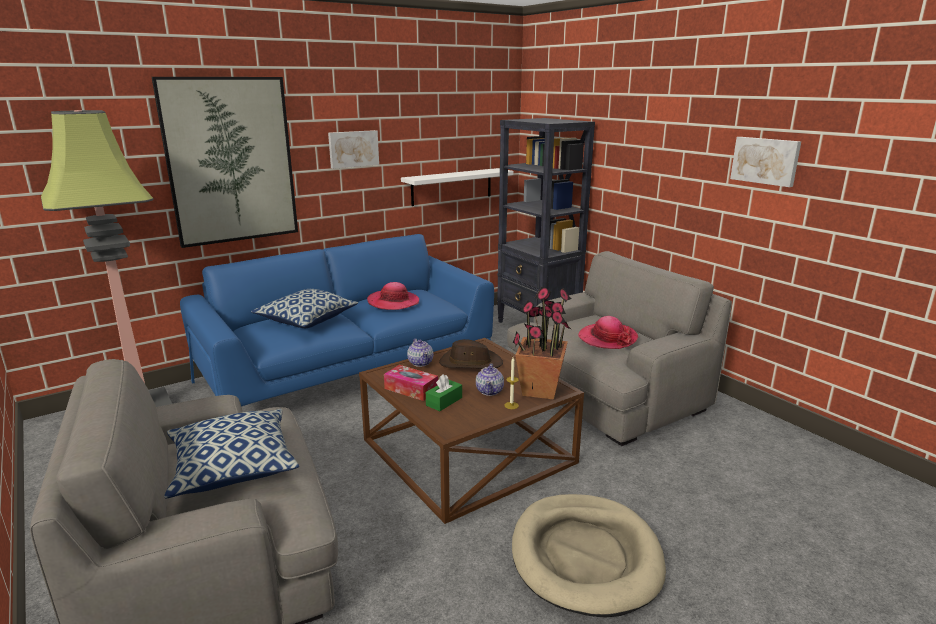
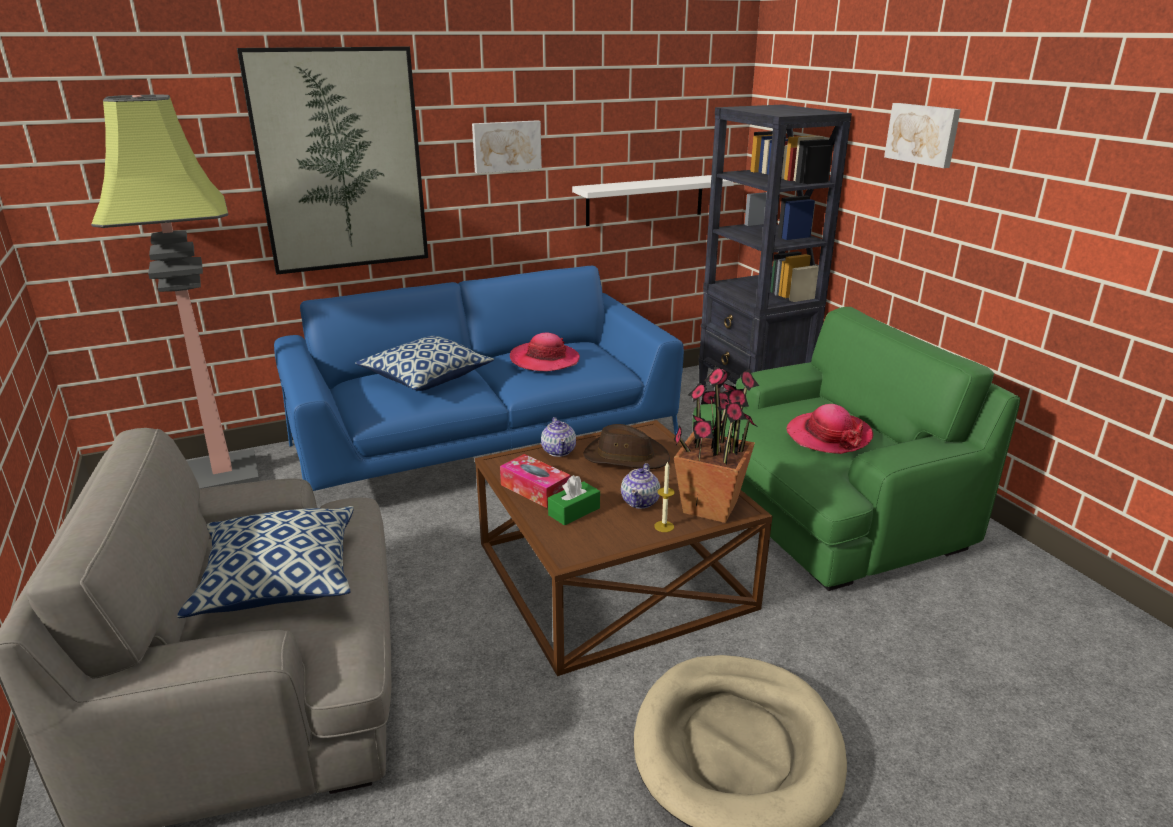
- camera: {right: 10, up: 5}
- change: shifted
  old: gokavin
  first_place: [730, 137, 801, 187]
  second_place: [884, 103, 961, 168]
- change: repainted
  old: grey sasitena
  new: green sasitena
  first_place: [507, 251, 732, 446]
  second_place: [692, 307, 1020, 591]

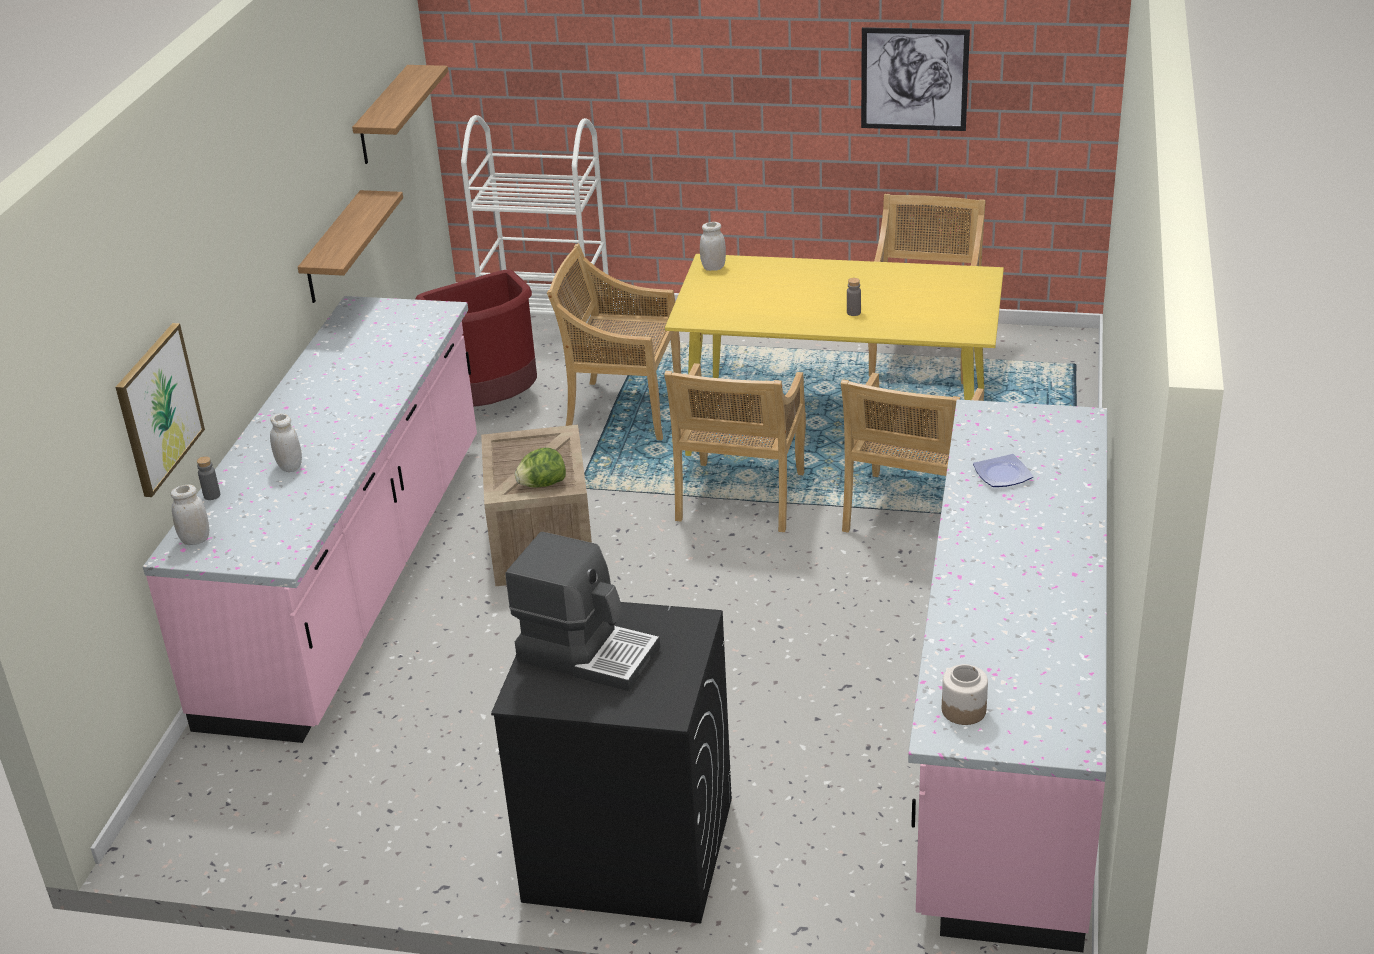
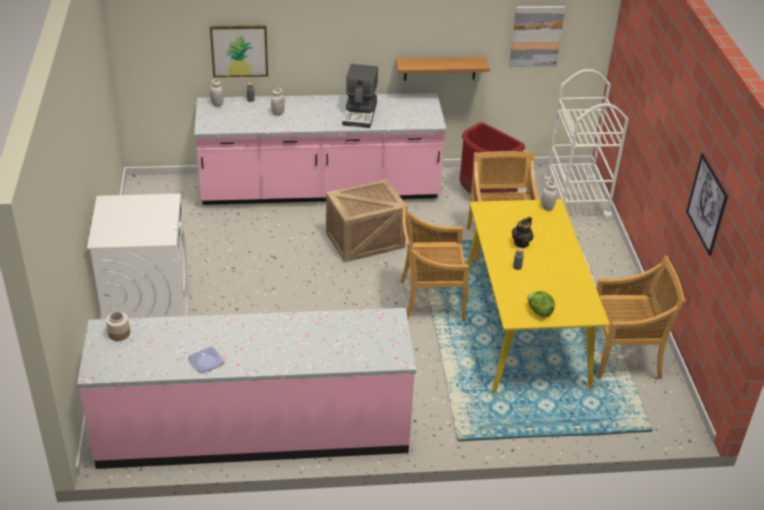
- camera: {right: 70, up: 5}
- change: gone
  old: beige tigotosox
  first_place: [841, 373, 984, 533]
- change: new
  new: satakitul
  second_place: [512, 217, 533, 248]
- change: shifted
  old: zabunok
  first_place: [505, 532, 660, 691]
  second_place: [342, 64, 378, 128]
- change: shifted
  old: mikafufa
  first_place: [515, 448, 566, 488]
  second_place: [527, 291, 555, 318]
- change: shifted
  old: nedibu
  first_place: [973, 454, 1034, 487]
  second_place: [188, 346, 224, 372]
- change: swapped
  old: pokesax
  new: gokavin
  first_place: [352, 65, 448, 164]
  second_place: [509, 6, 565, 67]
- change: repainted
  old: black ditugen
  new: white ditugen
  first_place: [491, 602, 732, 924]
  second_place: [87, 194, 190, 319]

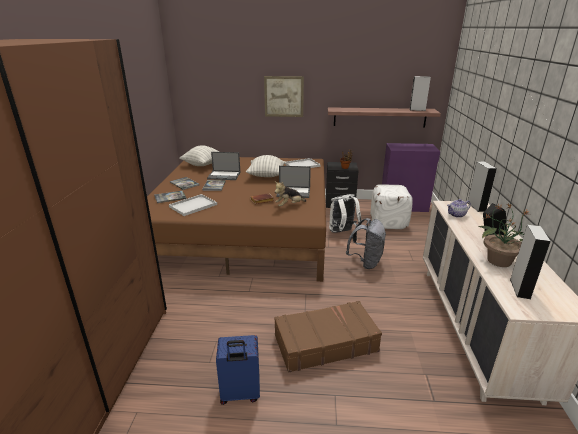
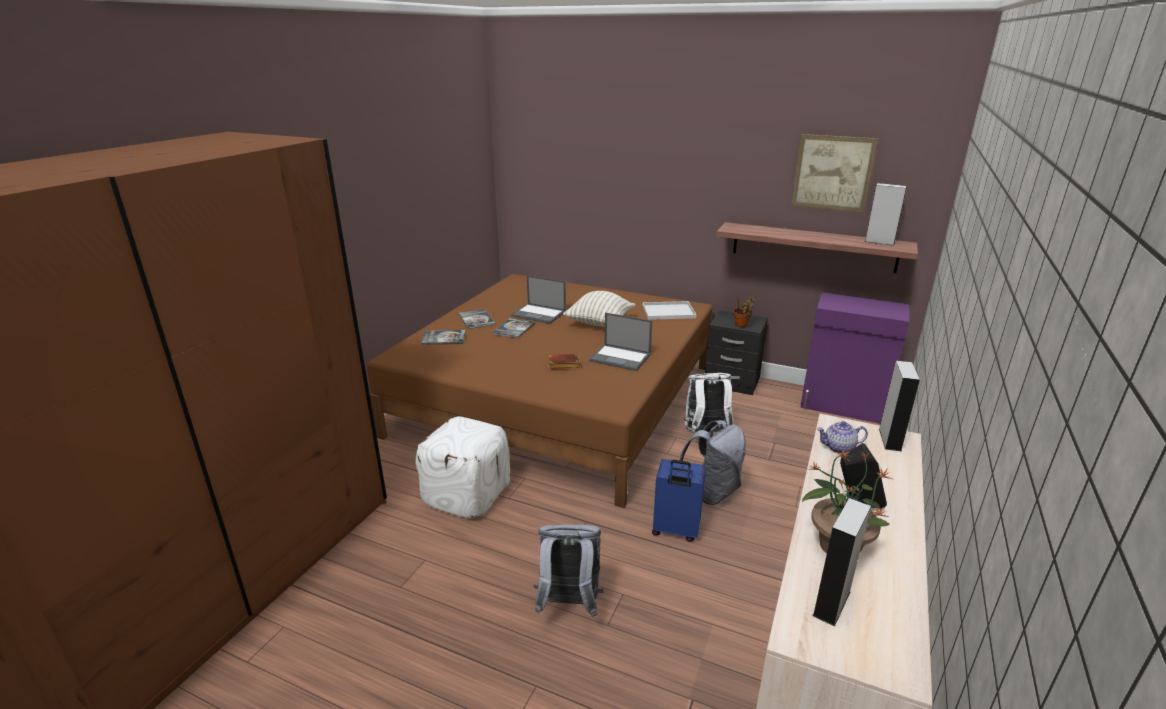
- camera: {right: 20, up: 0}
- change: gone
  old: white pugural
  first_place: [169, 194, 217, 216]
- change: gone
  old: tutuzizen
  first_place: [179, 145, 220, 166]
- change: gone
  old: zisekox
  first_place: [274, 181, 306, 206]
- change: shifted
  old: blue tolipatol
  first_place: [216, 335, 260, 405]
  second_place: [652, 459, 706, 542]
- change: shifted
  old: gokavin
  first_place: [264, 76, 304, 117]
  second_place: [791, 134, 878, 212]
- change: shifted
  old: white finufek
  first_place: [370, 184, 413, 229]
  second_place: [415, 416, 510, 519]
- change: swapped
  old: brown tolipatol
  new: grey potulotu
  first_place: [275, 301, 382, 373]
  second_place: [533, 524, 603, 617]

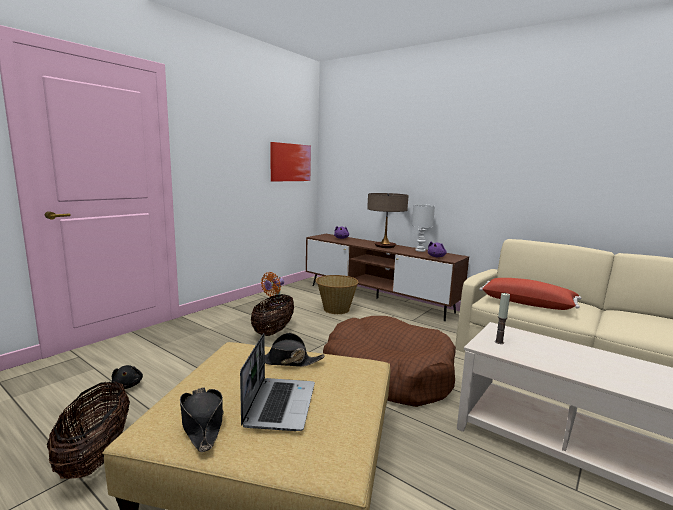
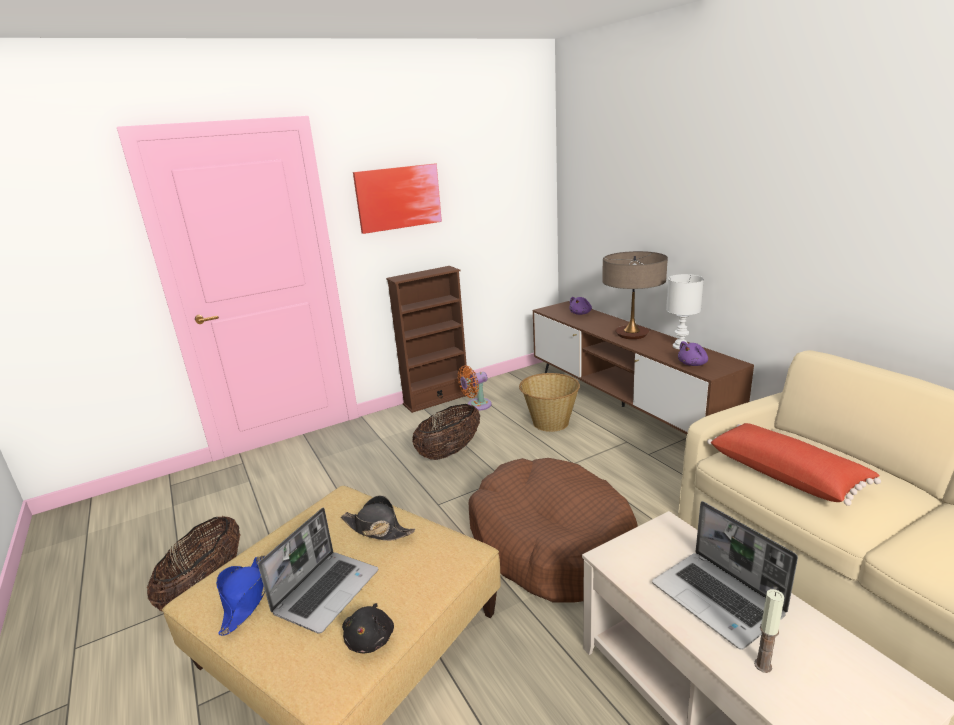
- camera: {right: 25, up: 10}
- change: new
  new: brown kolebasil
  second_place: [386, 266, 471, 413]
- change: new
  new: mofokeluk
  second_place: [652, 501, 798, 650]
- change: shifted
  old: black zisekox
  first_place: [112, 365, 143, 389]
  second_place: [342, 603, 394, 653]
- change: shifted
  old: gokavin
  first_place: [271, 142, 311, 181]
  second_place: [353, 164, 442, 234]
- change: shifted
  old: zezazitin
  first_place: [495, 293, 510, 344]
  second_place: [754, 589, 784, 673]
- change: repainted
  old: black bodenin
  new: blue bodenin
  first_place: [180, 388, 224, 452]
  second_place: [216, 555, 265, 636]

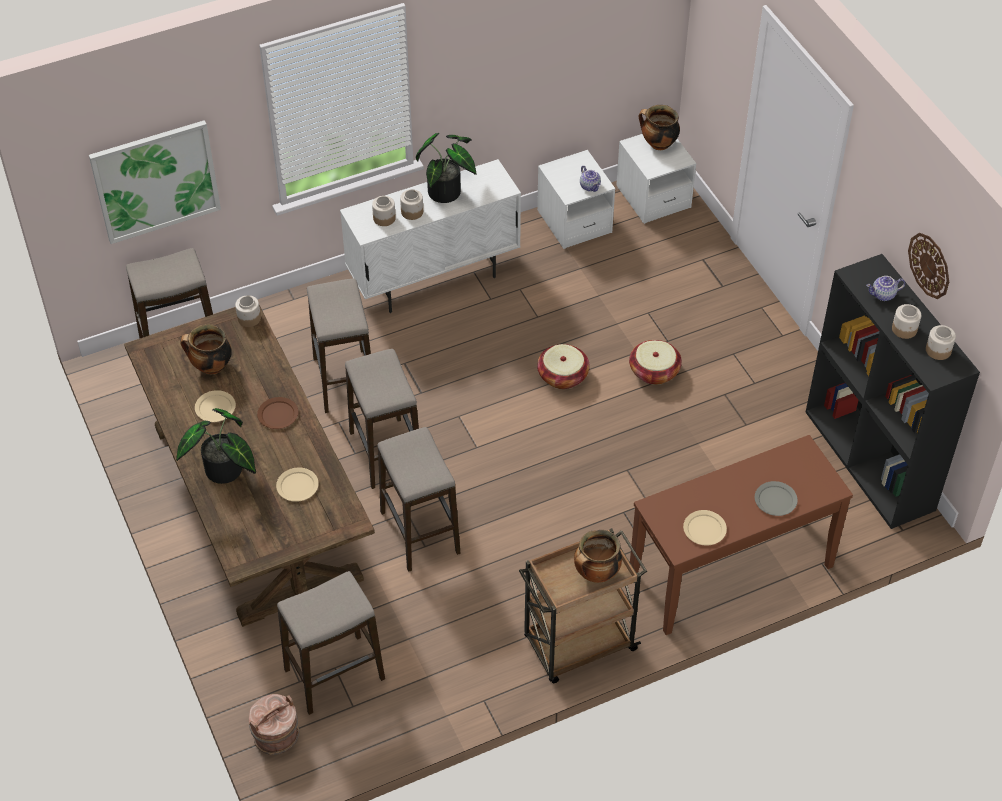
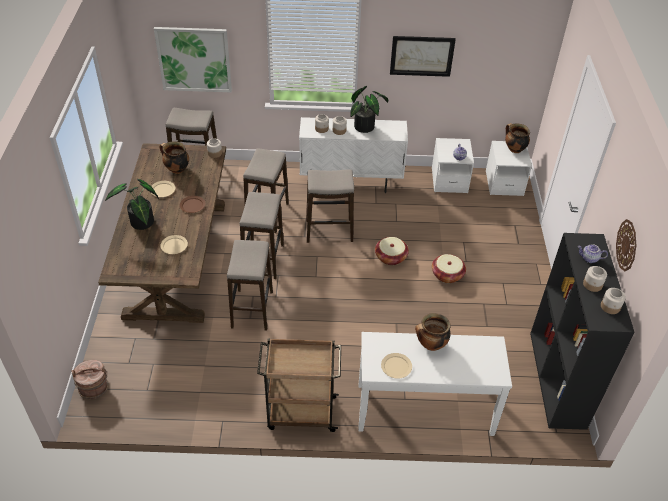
- camera: {right: 25, up: -5}
- change: gone
  old: grey nedibu
  first_place: [755, 481, 798, 516]
- change: new
  new: gokavin
  second_place: [390, 36, 456, 77]
- change: shifted
  old: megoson
  first_place: [277, 571, 385, 715]
  second_place: [306, 169, 354, 243]
- change: shifted
  old: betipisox
  first_place: [574, 530, 622, 583]
  second_place: [415, 313, 451, 351]
- change: repainted
  old: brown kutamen
  new: white kutamen
  first_place: [630, 435, 853, 635]
  second_place: [358, 332, 512, 436]

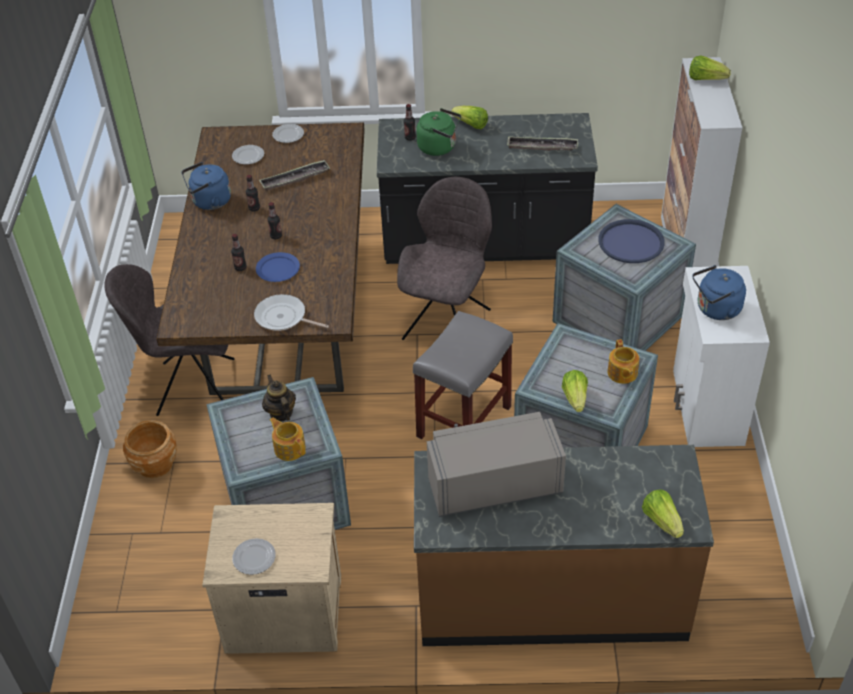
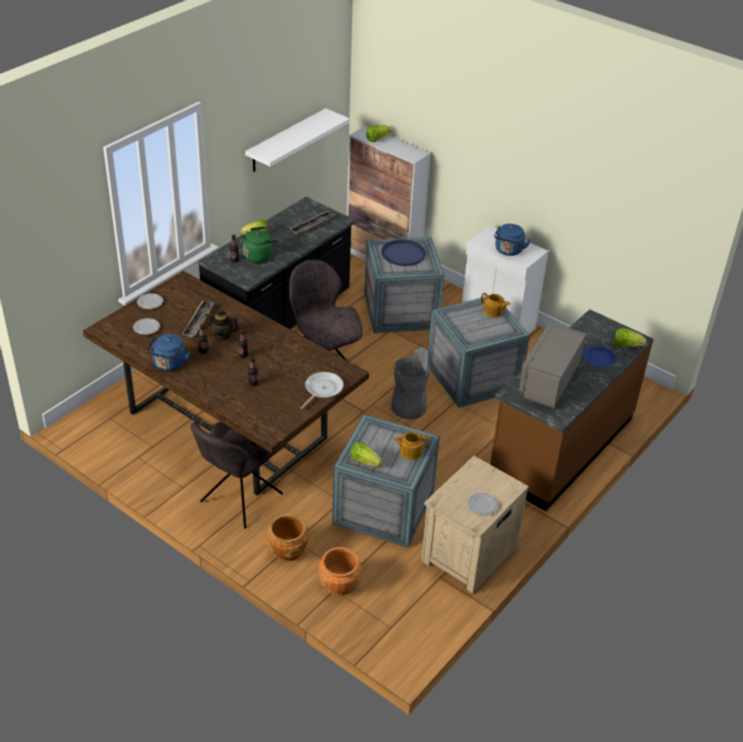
- camera: {right: -55, up: -5}
- change: new
  new: white pokesax
  second_place: [245, 108, 350, 172]
- change: new
  new: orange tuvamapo
  second_place: [319, 547, 362, 595]
- change: shifted
  old: blue nedibu
  first_place: [256, 252, 300, 282]
  second_place: [583, 346, 616, 367]
- change: shifted
  old: satakitul
  first_place: [262, 374, 296, 422]
  second_place: [205, 309, 239, 340]
- change: shifted
  old: mikafufa
  first_place: [562, 370, 588, 412]
  second_place: [350, 442, 383, 467]
- change: swapped
  old: grey megoson
  new: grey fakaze
  first_place: [413, 311, 513, 439]
  second_place: [391, 347, 430, 419]
- change: rotated
  old: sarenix
  first_place: [254, 294, 329, 331]
  second_place: [300, 372, 344, 409]
  degrees: 150

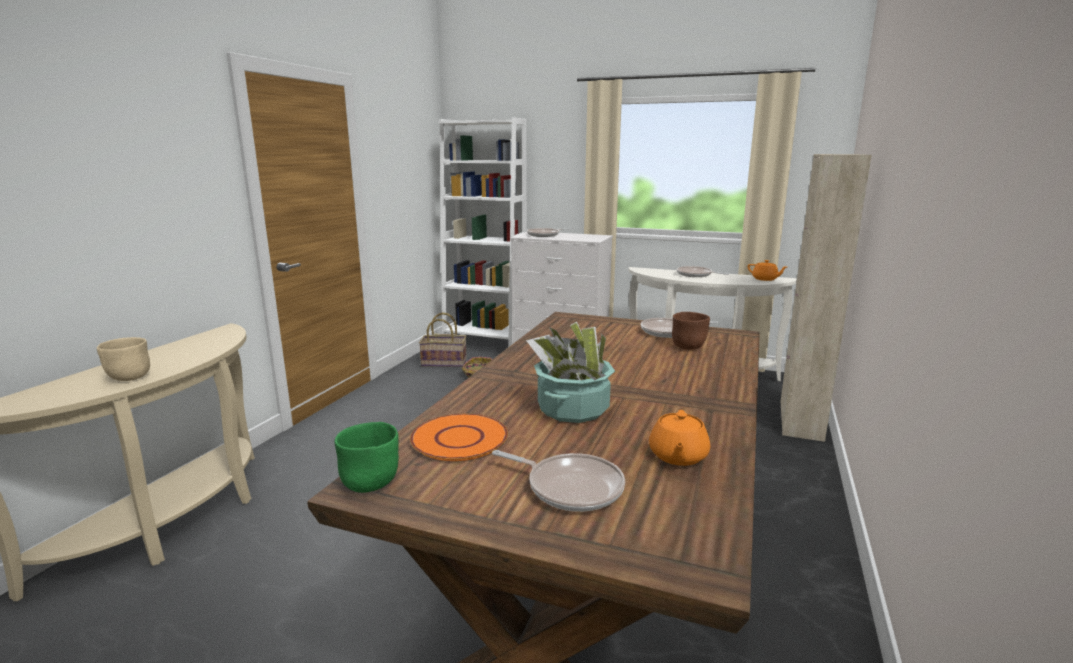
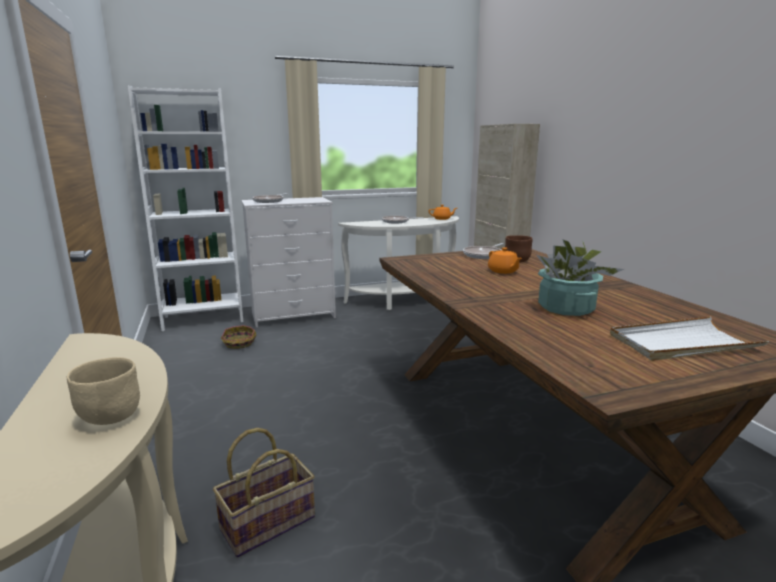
- camera: {right: -40, up: 0}
- change: gone
  old: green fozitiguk
  first_place: [335, 422, 399, 493]
- change: gone
  old: orange nedibu
  first_place: [410, 414, 508, 461]
- change: shifted
  old: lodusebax
  first_place: [419, 313, 467, 367]
  second_place: [213, 428, 315, 558]
- change: shifted
  old: orange satakitul
  first_place: [649, 410, 710, 466]
  second_place: [488, 247, 522, 274]
- change: swapped
  old: sarenix
  new: white pugural
  first_place: [492, 450, 625, 512]
  second_place: [610, 317, 769, 361]

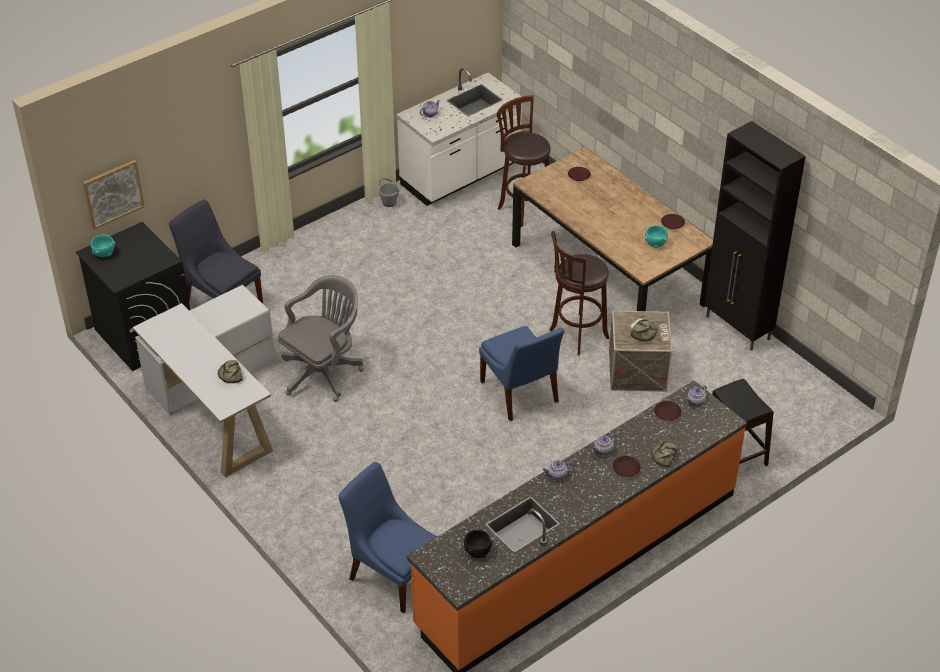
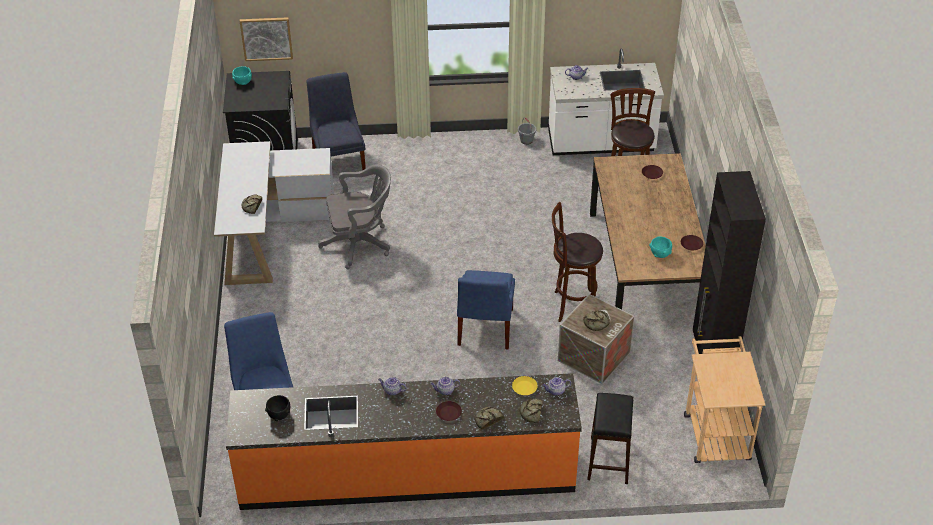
- camera: {right: 35, up: 0}
- change: new
  new: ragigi
  second_place: [520, 398, 543, 423]
- change: new
  new: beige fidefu
  second_place: [684, 336, 765, 463]
- change: repainted
  old: brown nedibu
  new: yellow nedibu
  first_place: [654, 401, 681, 421]
  second_place: [512, 376, 538, 395]

